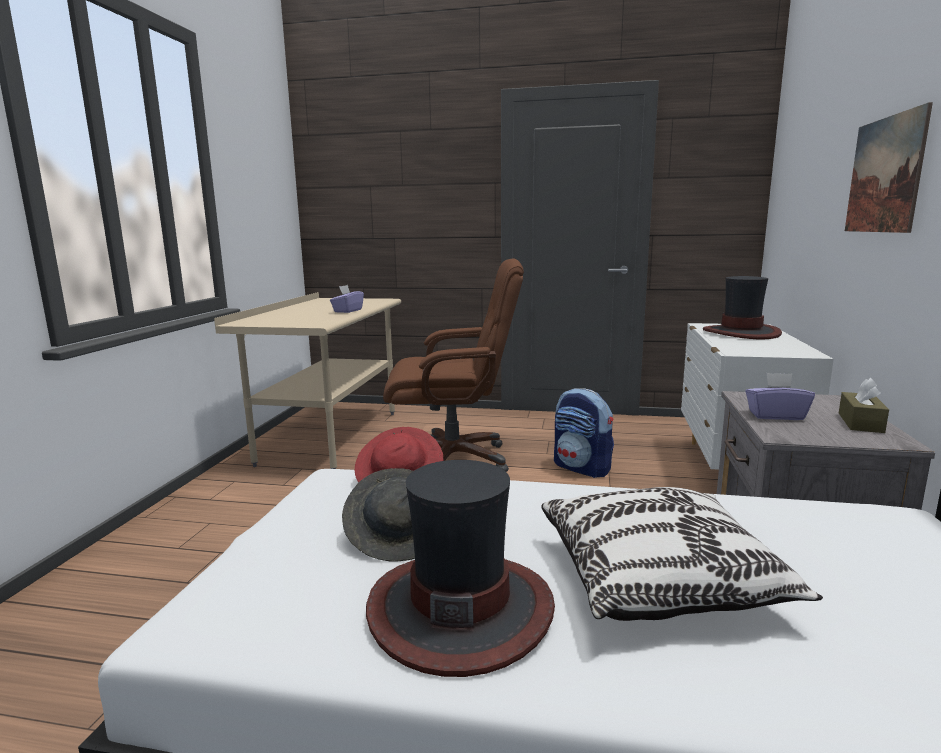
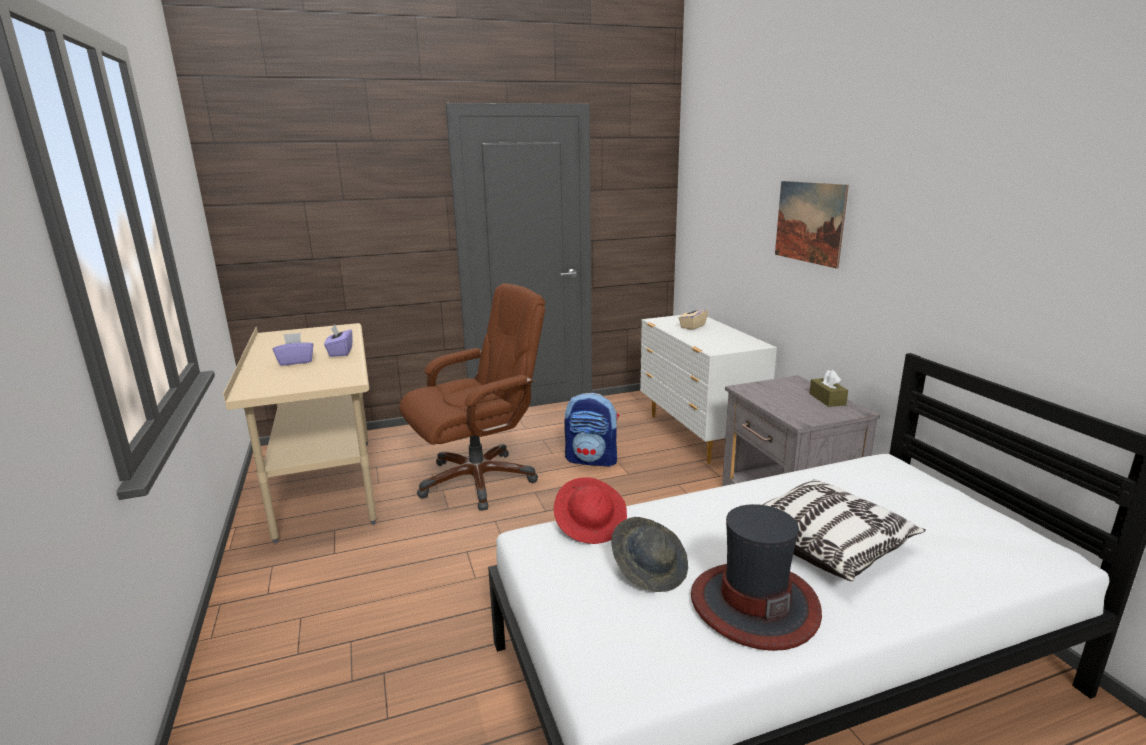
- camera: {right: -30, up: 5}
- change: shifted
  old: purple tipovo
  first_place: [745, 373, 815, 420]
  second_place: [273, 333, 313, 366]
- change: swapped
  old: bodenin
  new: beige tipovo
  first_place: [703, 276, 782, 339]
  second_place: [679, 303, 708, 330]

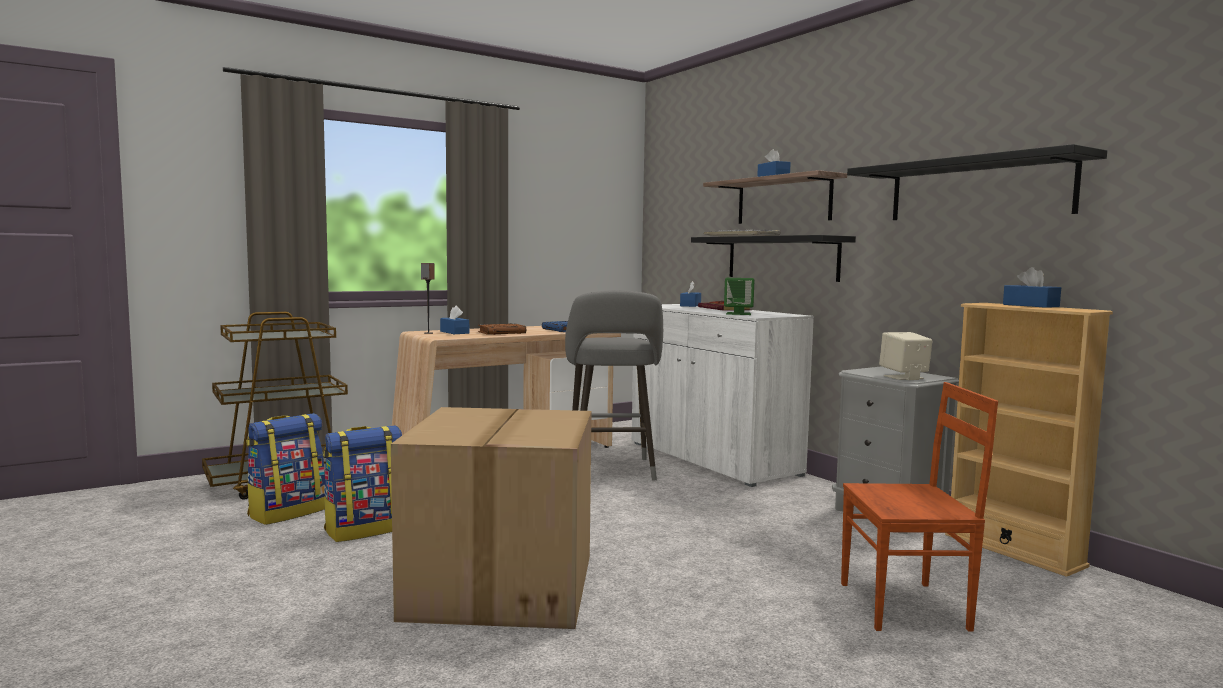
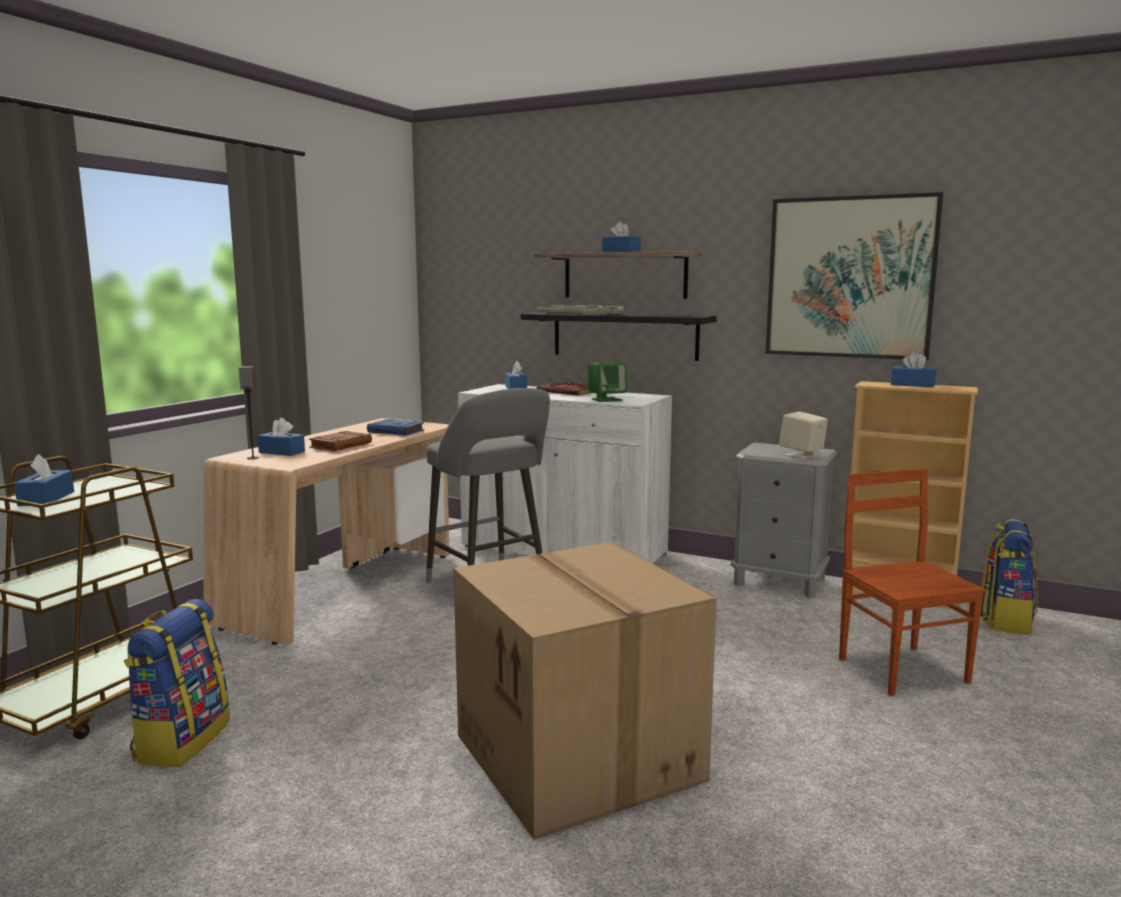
- camera: {right: -30, up: 5}
- change: new
  new: blue tipovo
  second_place: [14, 454, 74, 506]
- change: shifted
  old: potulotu
  first_place: [323, 425, 402, 542]
  second_place: [980, 517, 1038, 635]
- change: swapped
  old: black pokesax
  new: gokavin
  first_place: [847, 144, 1107, 220]
  second_place: [766, 192, 943, 360]
- change: rotated
  old: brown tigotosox
  first_place: [841, 382, 998, 632]
  second_place: [839, 468, 985, 696]
  degrees: -75

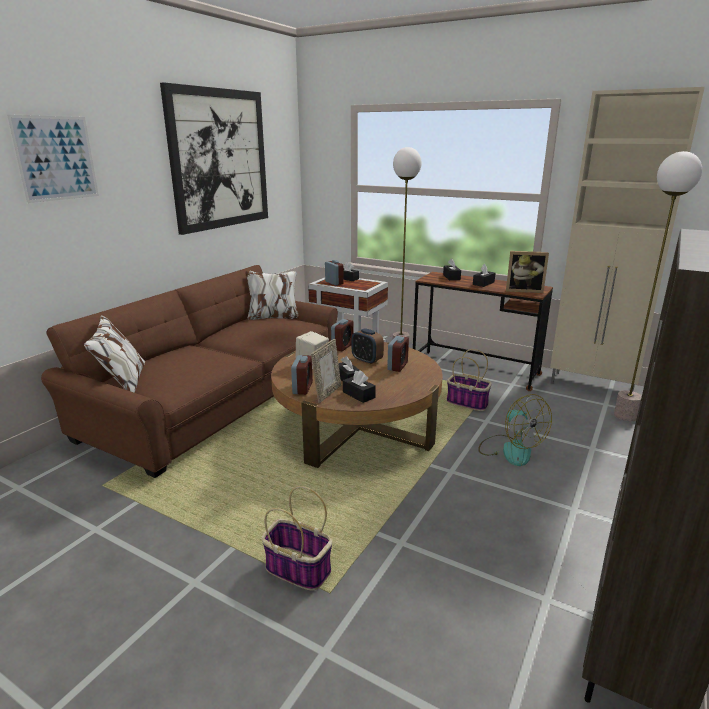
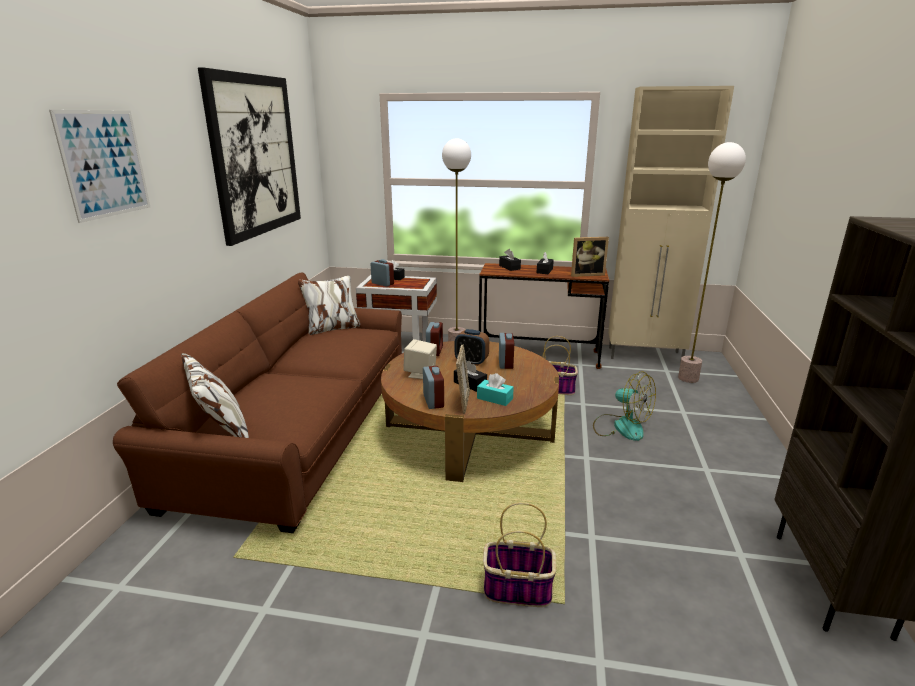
- camera: {right: -20, up: 0}
- change: repainted
  old: black tipovo
  new: turquoise tipovo
  first_place: [343, 370, 376, 403]
  second_place: [477, 373, 514, 406]

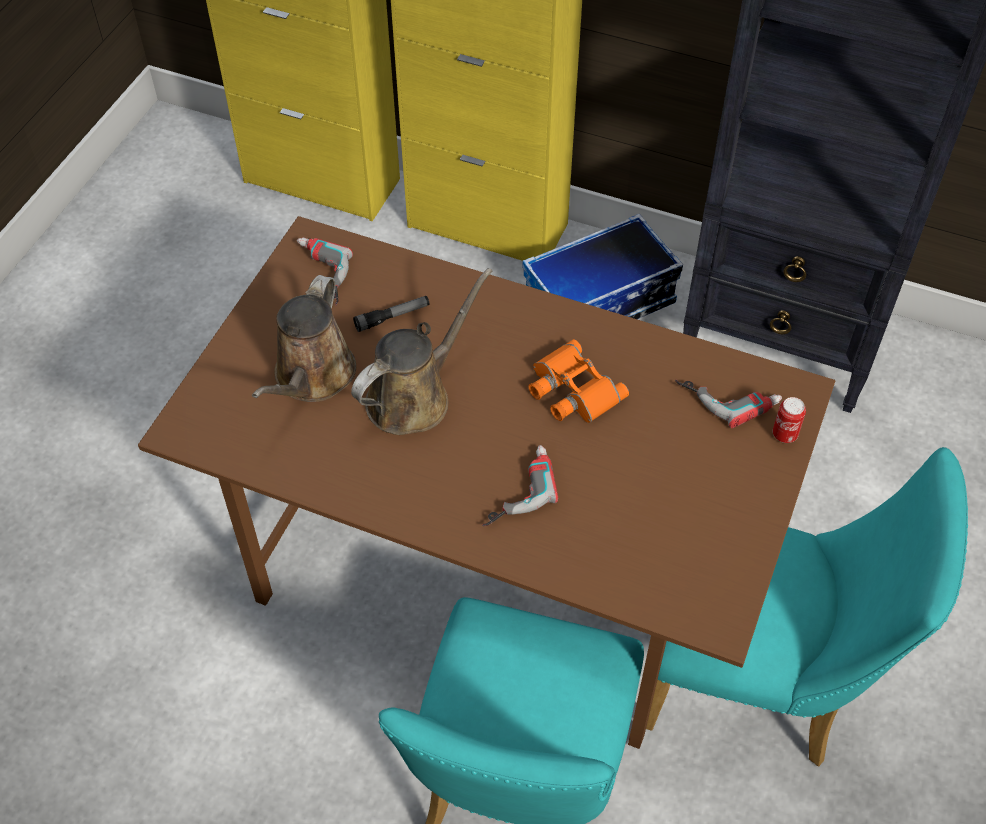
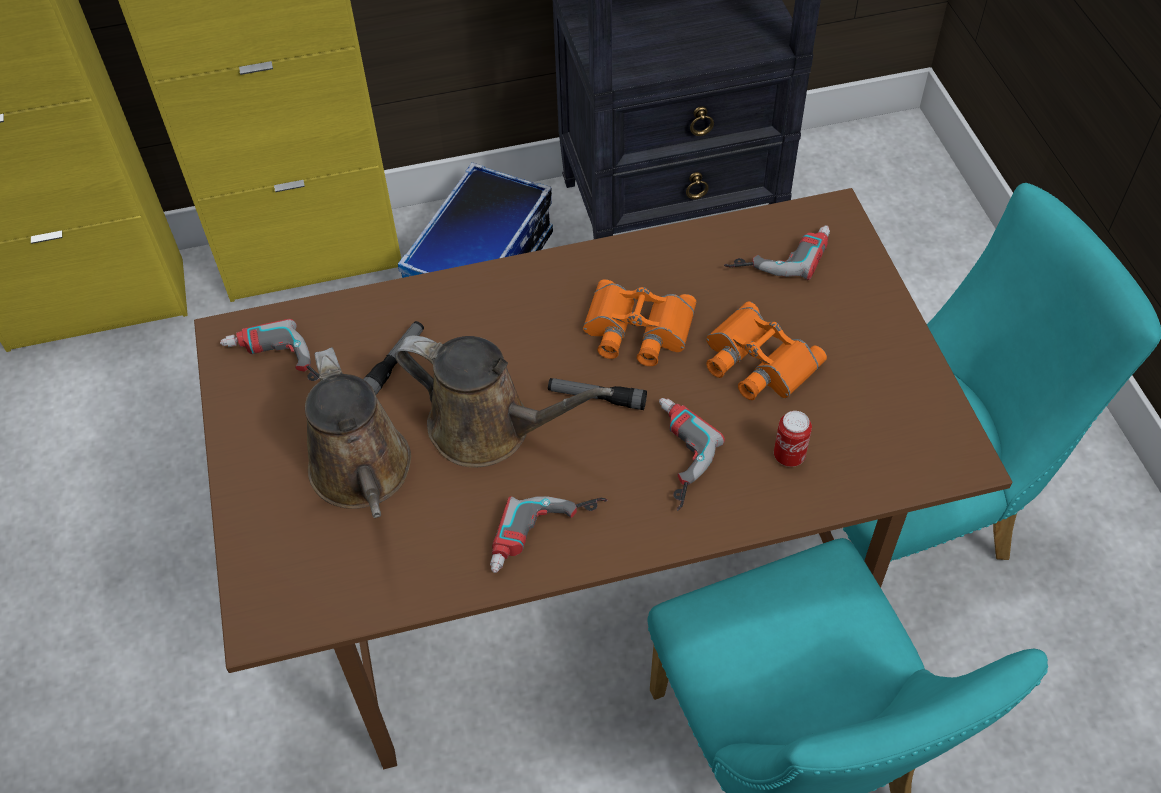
- camera: {right: -35, up: 0}
- change: new
  new: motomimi
  second_place: [490, 496, 608, 573]
- change: new
  new: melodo
  second_place: [548, 378, 647, 410]
- change: new
  new: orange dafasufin
  second_place: [706, 301, 827, 400]
- change: shifted
  old: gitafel
  first_place: [773, 397, 806, 443]
  second_place: [774, 411, 812, 467]
- change: rotated
  old: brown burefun
  first_place: [351, 268, 492, 435]
  second_place: [395, 336, 614, 468]
  degrees: 105

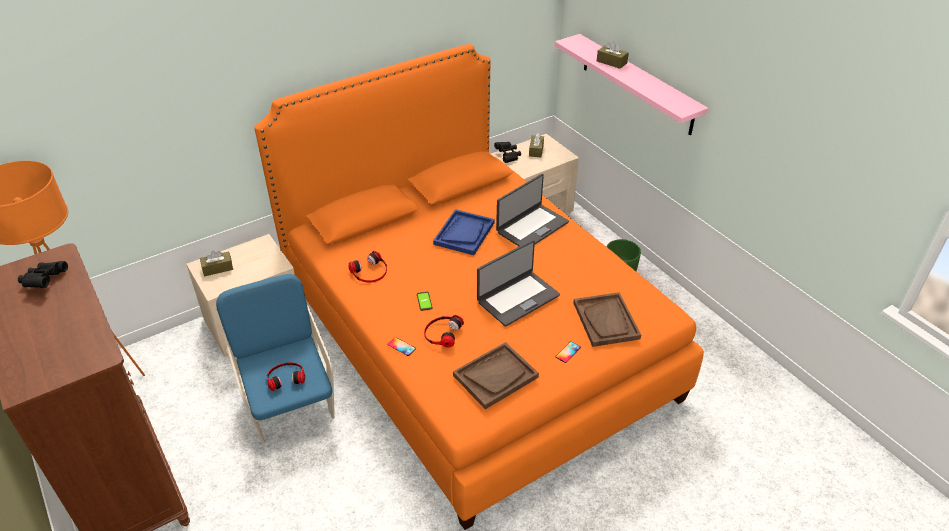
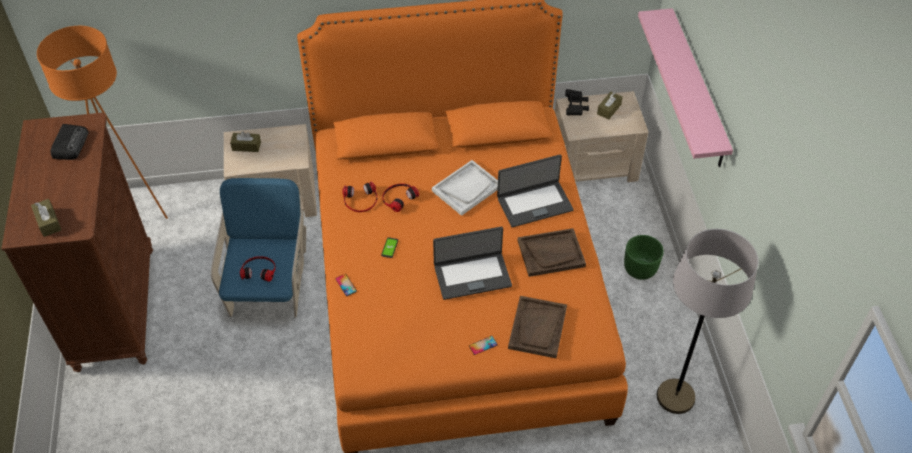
- camera: {right: 25, up: 10}
- change: new
  new: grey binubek
  second_place: [657, 229, 759, 414]
- change: shifted
  old: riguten
  first_place: [424, 315, 464, 348]
  second_place: [382, 184, 419, 212]
- change: shifted
  old: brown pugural
  first_place: [453, 342, 539, 409]
  second_place: [518, 228, 586, 277]
- change: shifted
  old: brown tipovo
  first_place: [597, 41, 629, 69]
  second_place: [31, 199, 61, 237]
- change: swapped
  old: black dafasufin
  new: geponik
  first_place: [18, 261, 68, 288]
  second_place: [51, 124, 89, 160]
- change: repainted
  old: blue pugural
  new: white pugural
  first_place: [433, 209, 495, 255]
  second_place: [432, 160, 498, 216]

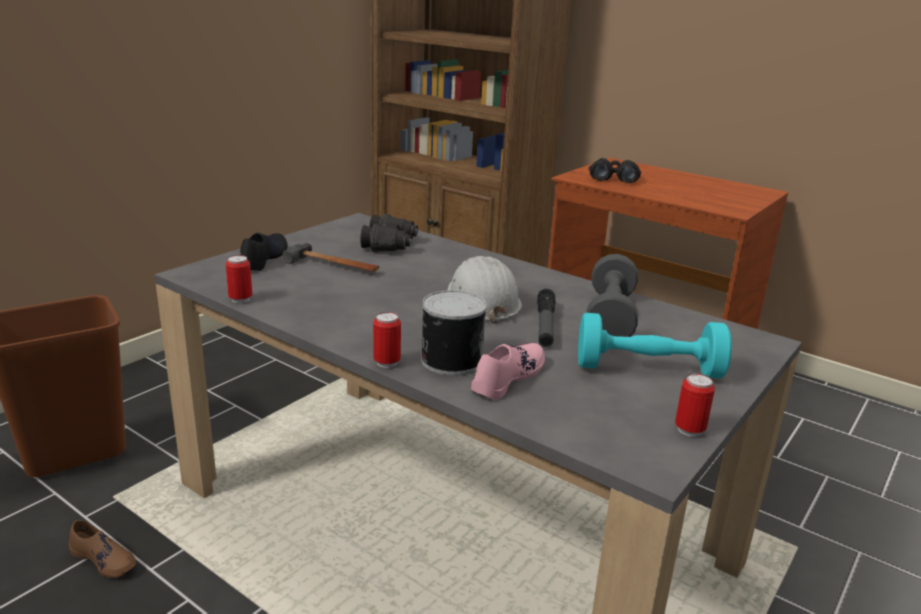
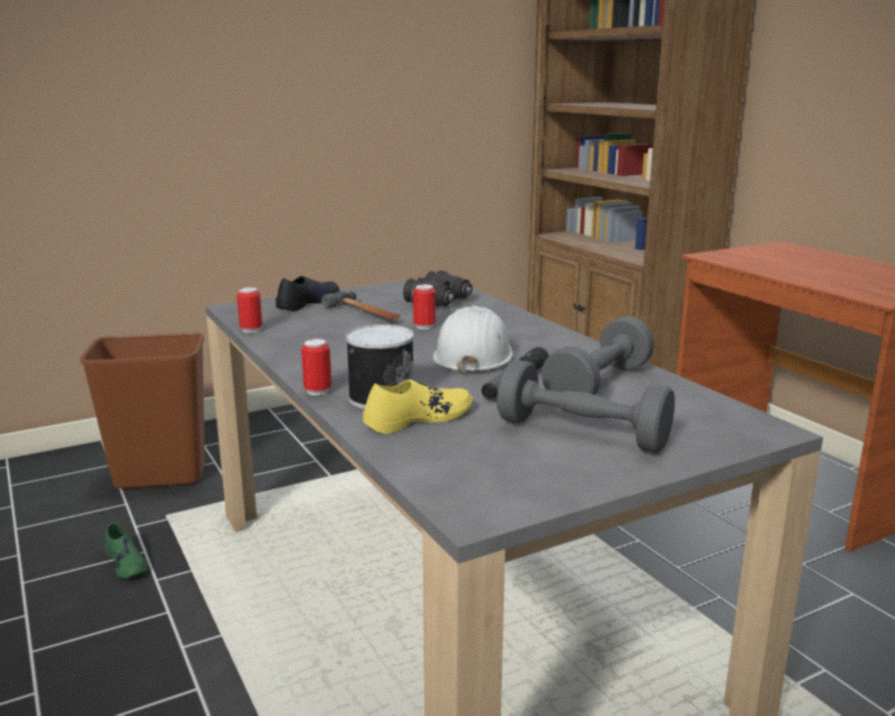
- camera: {right: 25, up: -5}
- change: gone
  old: black dafasufin
  first_place: [589, 158, 641, 183]
- change: shifted
  old: gitafel
  first_place: [675, 374, 715, 437]
  second_place: [413, 284, 436, 329]
- change: repainted
  old: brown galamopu
  new: green galamopu
  first_place: [69, 520, 136, 578]
  second_place: [105, 522, 148, 579]
- change: repainted
  old: pink galamopu
  new: yellow galamopu
  first_place: [471, 342, 545, 400]
  second_place: [363, 379, 472, 434]
- change: repainted
  old: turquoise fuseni
  new: grey fuseni
  first_place: [578, 313, 732, 378]
  second_place: [497, 360, 675, 453]

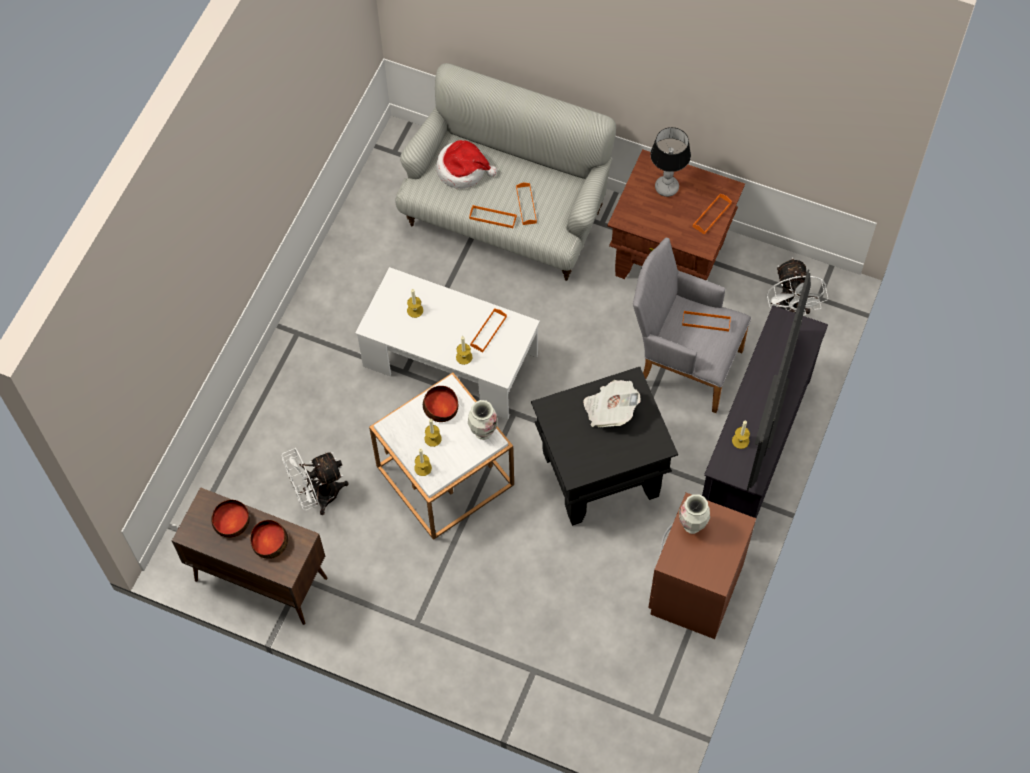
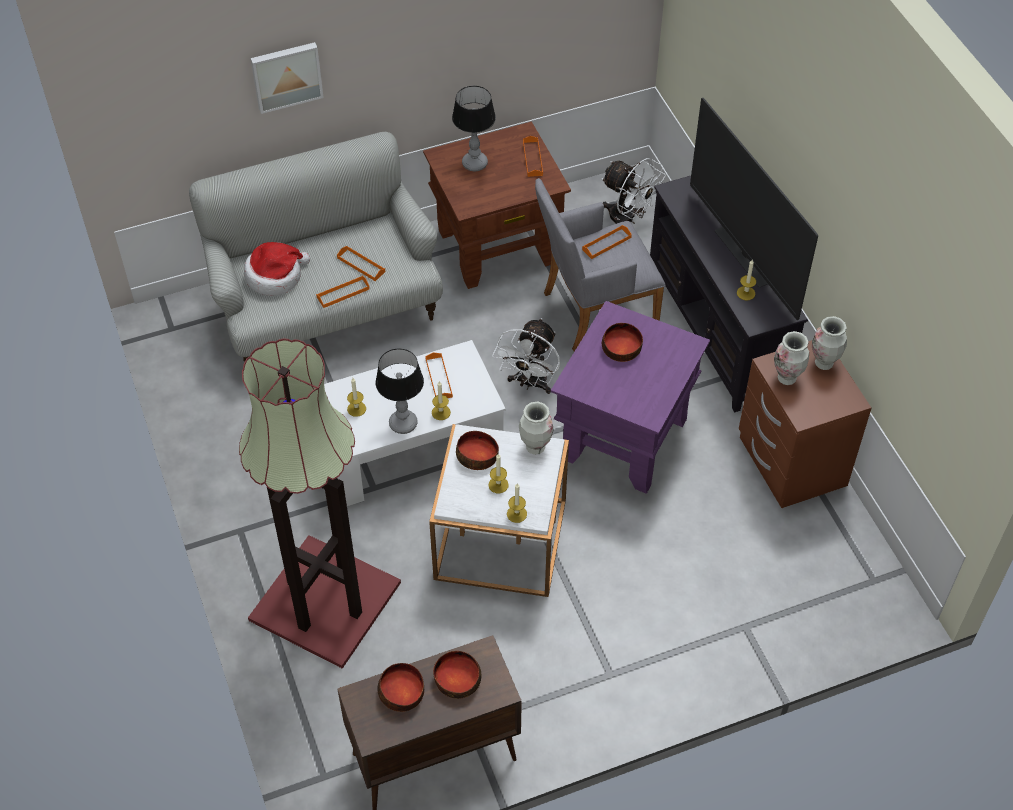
- camera: {right: -45, up: -10}
- change: new
  new: binubek
  second_place: [239, 338, 401, 669]
- change: new
  new: gokavin
  second_place: [251, 42, 324, 114]
- change: new
  new: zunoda
  second_place: [376, 348, 424, 434]
- change: new
  new: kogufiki
  second_place: [812, 316, 847, 370]
- change: shifted
  old: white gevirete
  first_place: [282, 448, 349, 515]
  second_place: [492, 318, 560, 394]
- change: swapped
  old: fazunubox
  new: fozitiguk
  first_place: [583, 380, 641, 427]
  second_place: [602, 323, 643, 362]
- change: repainted
  old: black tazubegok
  new: purple tazubegok
  first_place: [531, 367, 678, 526]
  second_place: [551, 301, 710, 494]

